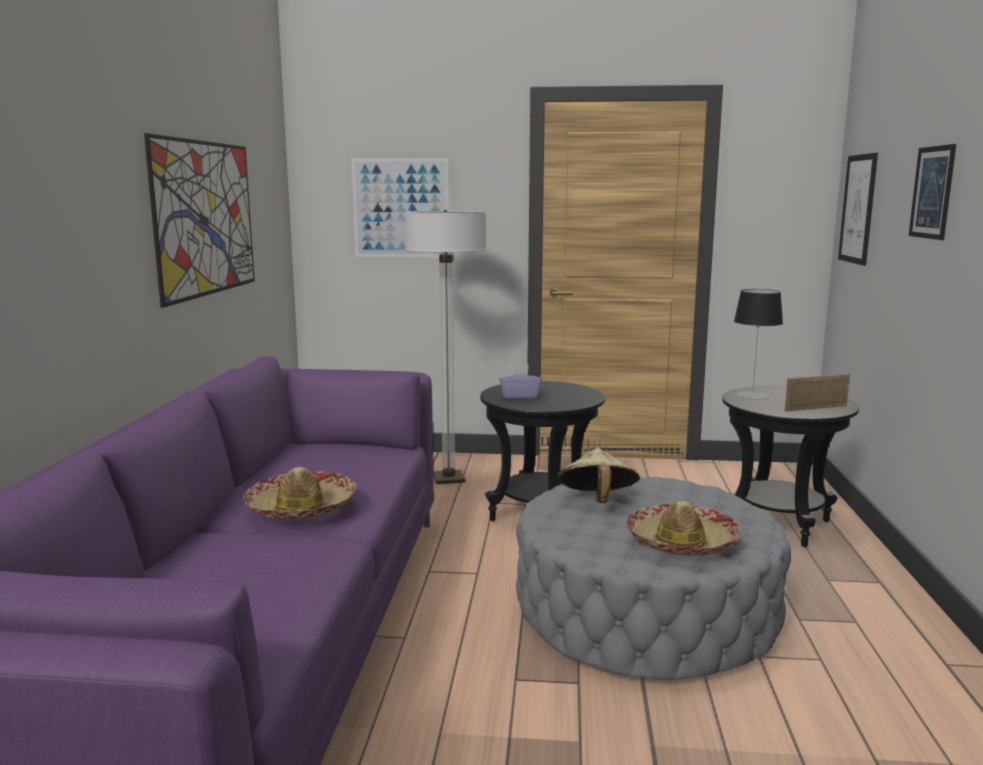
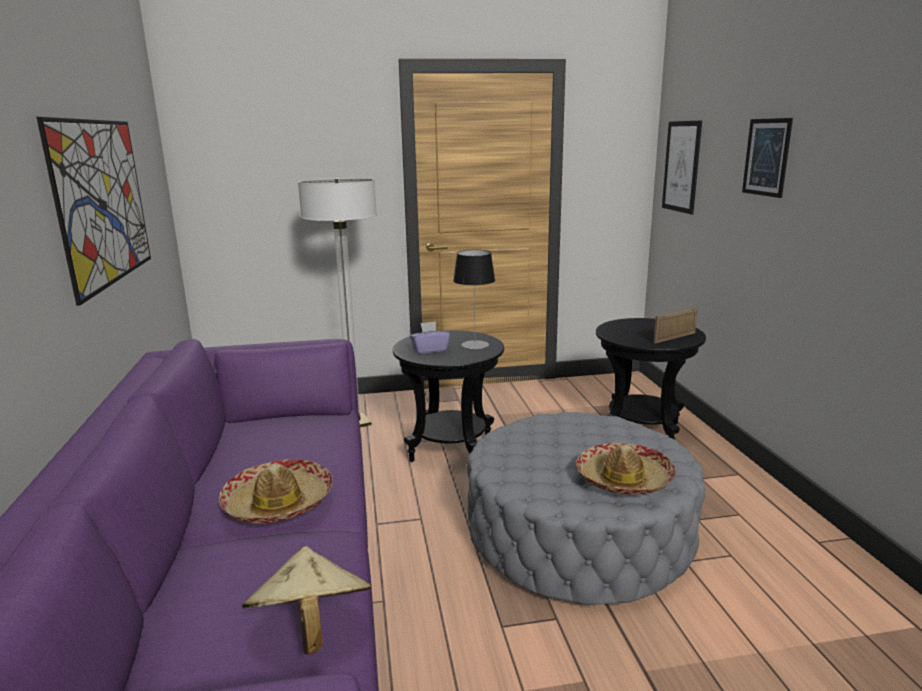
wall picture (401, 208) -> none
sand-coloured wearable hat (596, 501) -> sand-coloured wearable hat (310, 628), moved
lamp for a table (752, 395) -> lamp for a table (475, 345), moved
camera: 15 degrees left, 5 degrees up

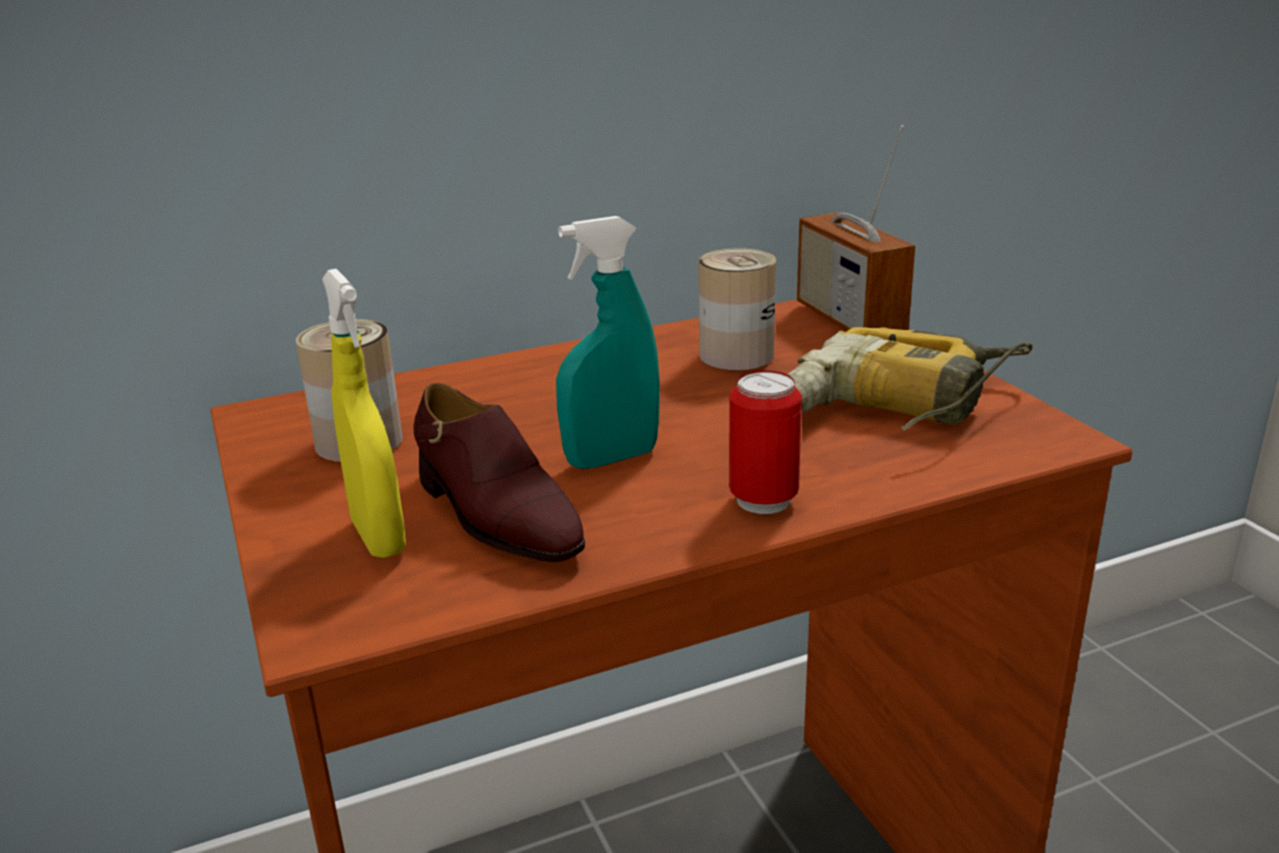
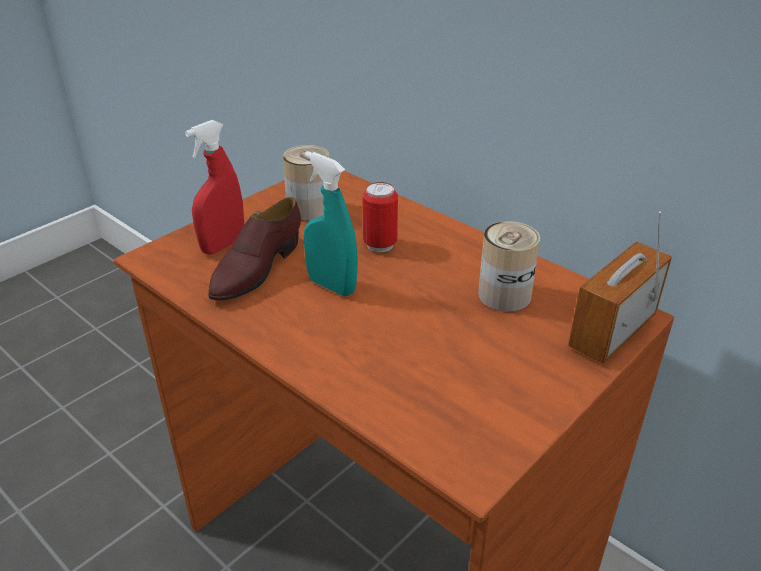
yellowish sprayer (378, 538) -> red-coloured sprayer (223, 245)
sealed can (763, 500) -> sealed can (380, 245), moved
power drill (890, 411) -> none
camera: 65 degrees right, 10 degrees up

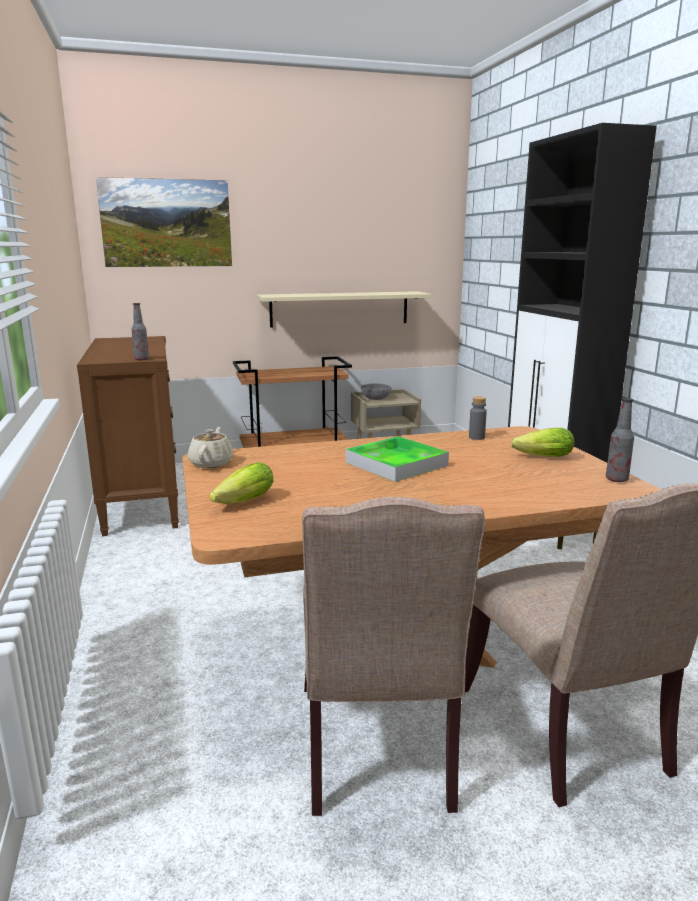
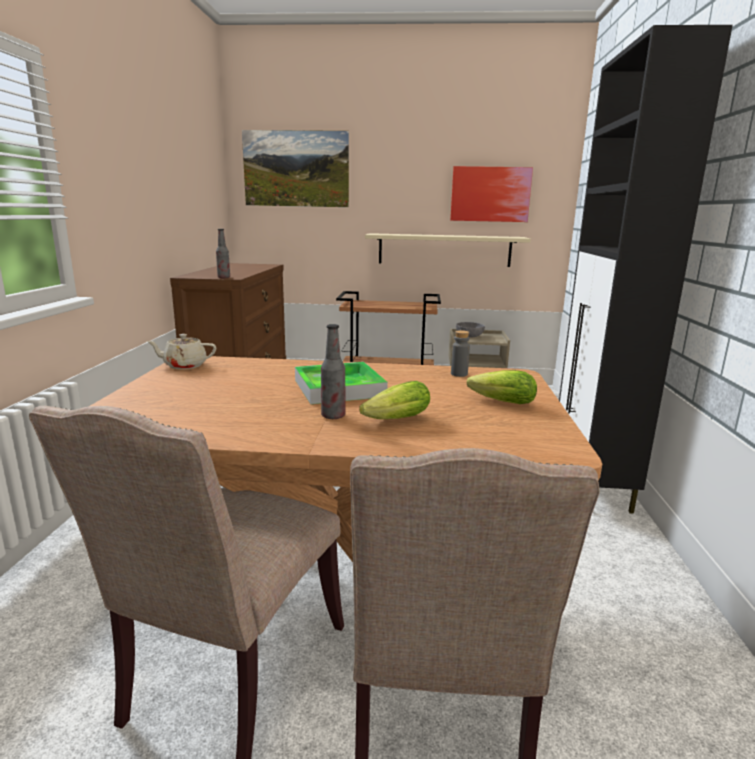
sand-coloured tea pot (211, 463) -> sand-coloured tea pot (184, 365), 120 degrees counterclockwise
head of lettuce (241, 503) -> head of lettuce (393, 420), moved
drink bottle (616, 479) -> drink bottle (333, 416), moved
none -> wall picture (490, 194)
camera: 20 degrees right, 0 degrees up

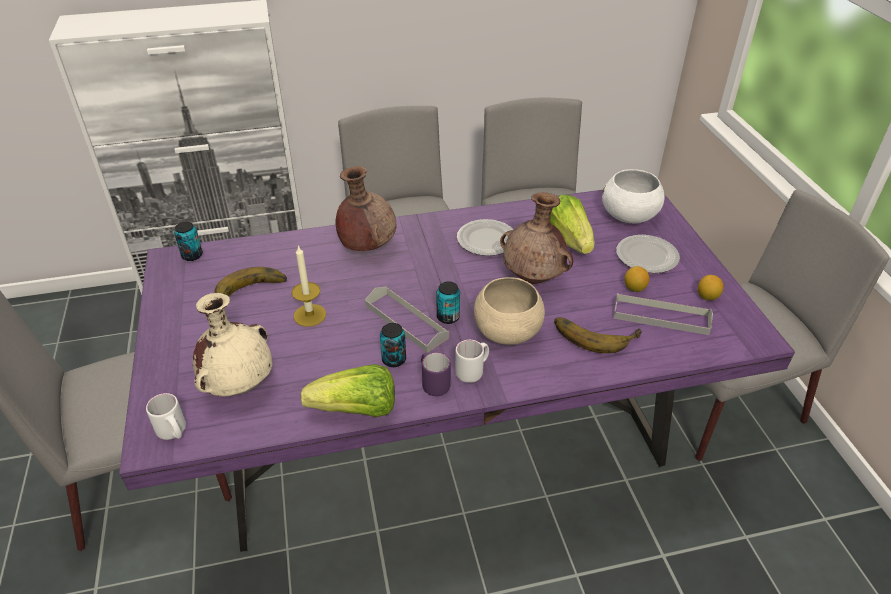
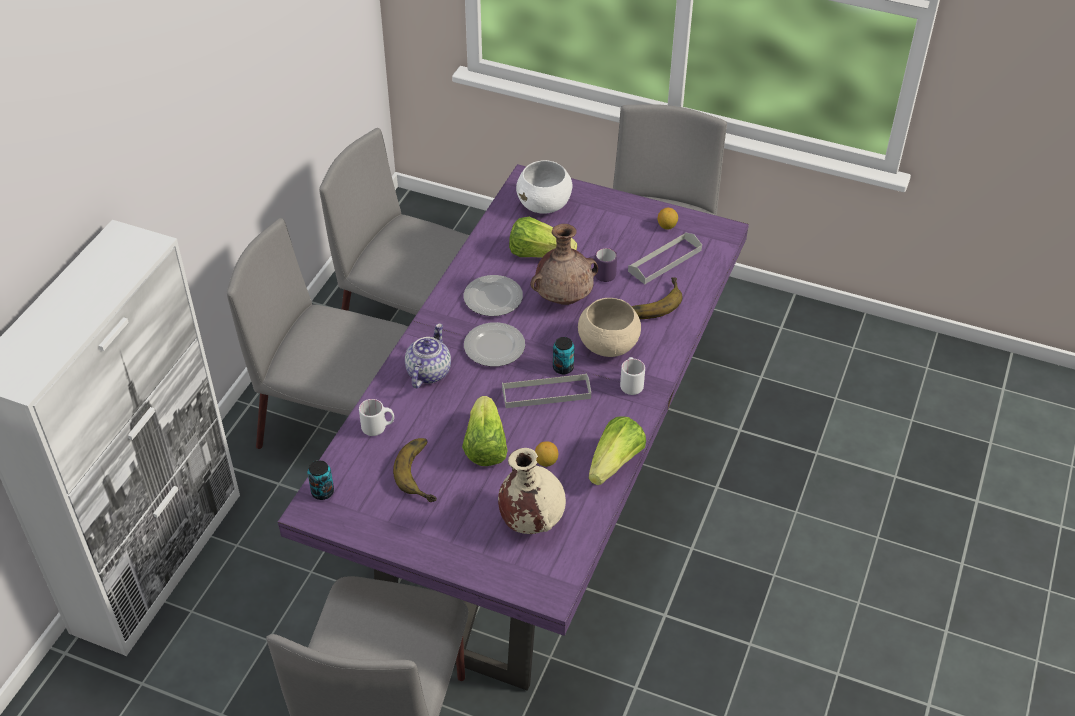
white tea mug (174, 433) -> white tea mug (378, 427), moved
candle (310, 315) -> head of lettuce (485, 446)
brown vase (367, 246) -> tea pot (428, 372)
sealed can (394, 359) -> none
purple-coloured tea mug (433, 383) -> purple-coloured tea mug (600, 275), moved
plate (647, 257) -> plate (494, 347), moved
lemon (634, 288) -> lemon (546, 462), moved
camera: 55 degrees left, 5 degrees up

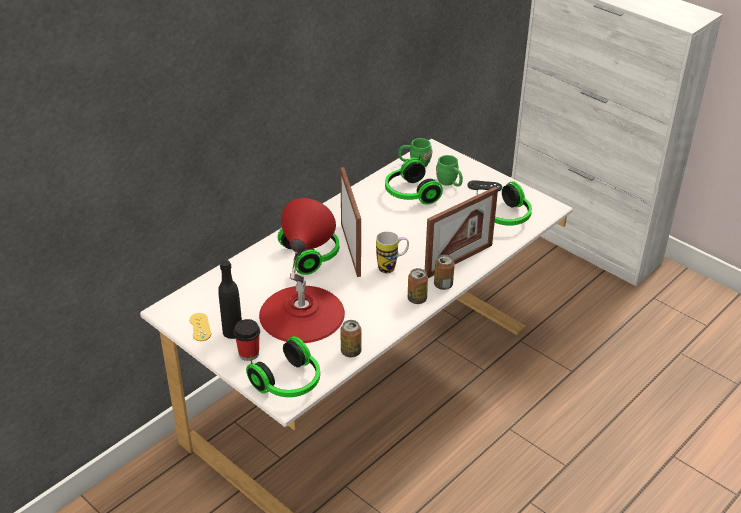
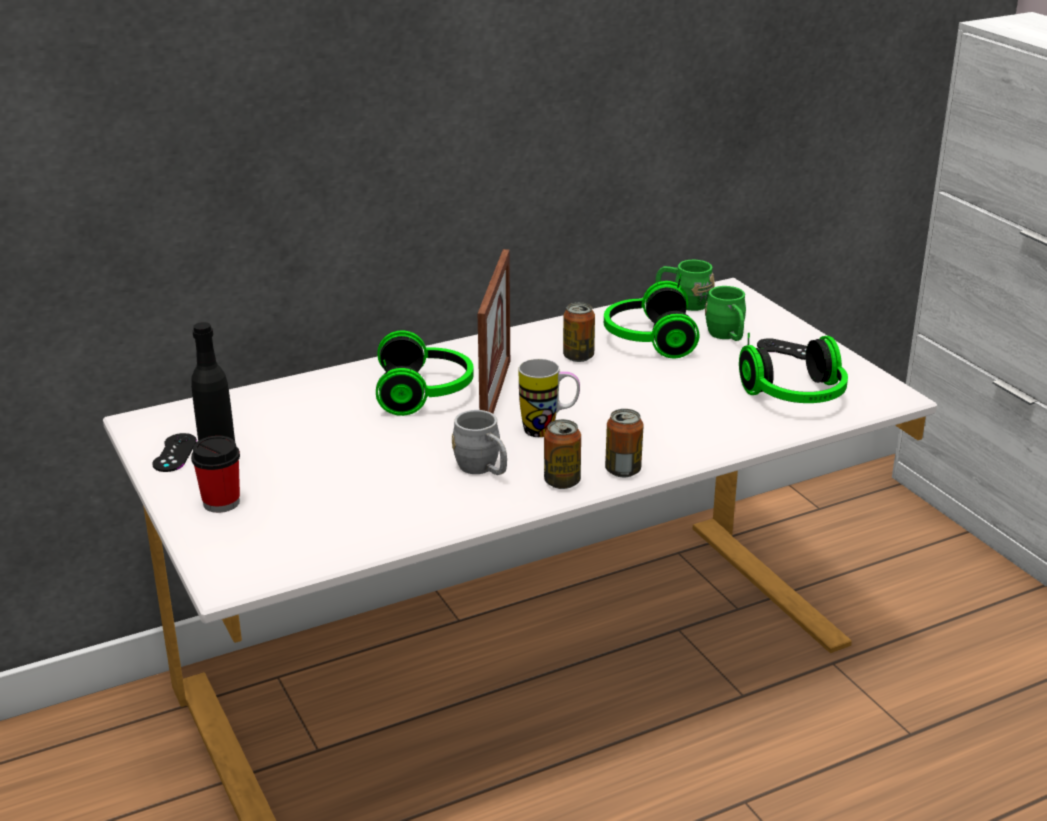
yellowish joypad (200, 327) -> black joypad (175, 453)
headset (289, 383) -> none
red-coloured lamp for a table (301, 313) -> none
sealed can (351, 352) -> sealed can (578, 357), moved
photo frame (458, 261) -> none
none -> greyish tea mug (483, 469)
camera: 20 degrees right, 10 degrees down

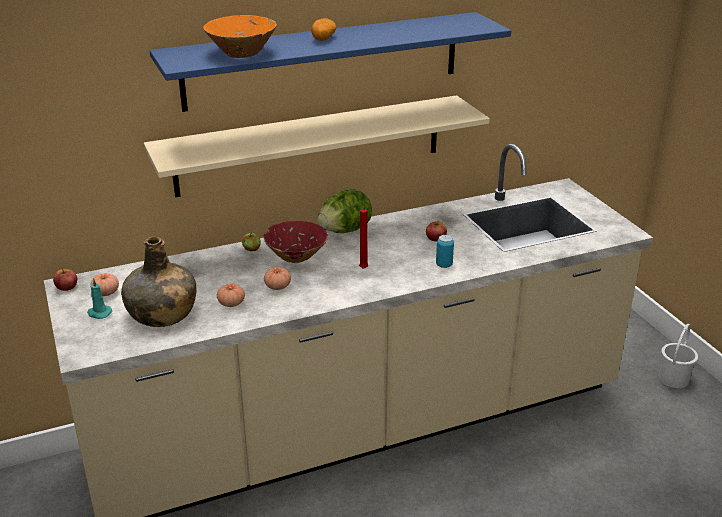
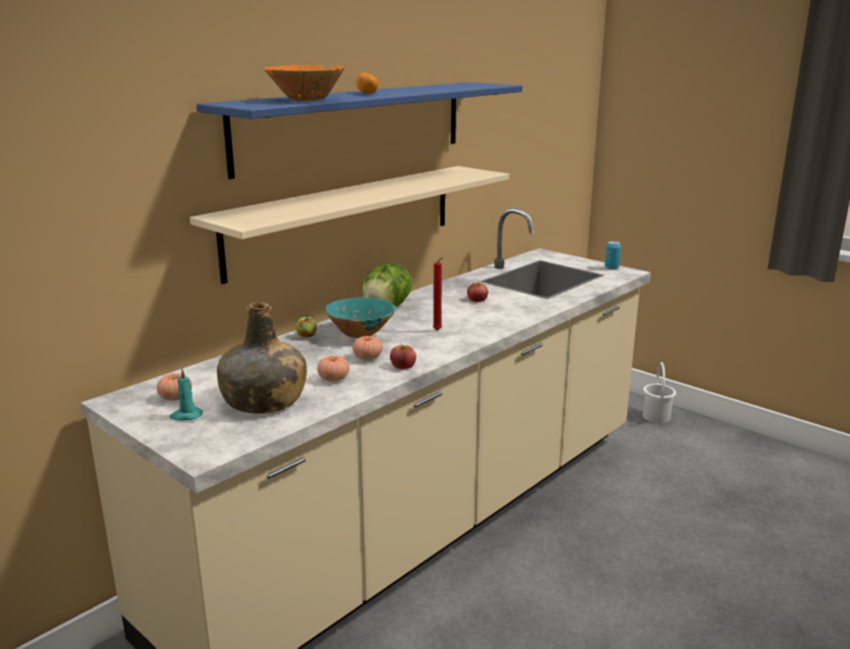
apple fruit (66, 286) -> apple fruit (403, 365), moved
red-coloured deep dish (296, 257) -> turquoise deep dish (360, 333)
sealed can (444, 265) -> sealed can (611, 268), moved
camera: 25 degrees left, 10 degrees down

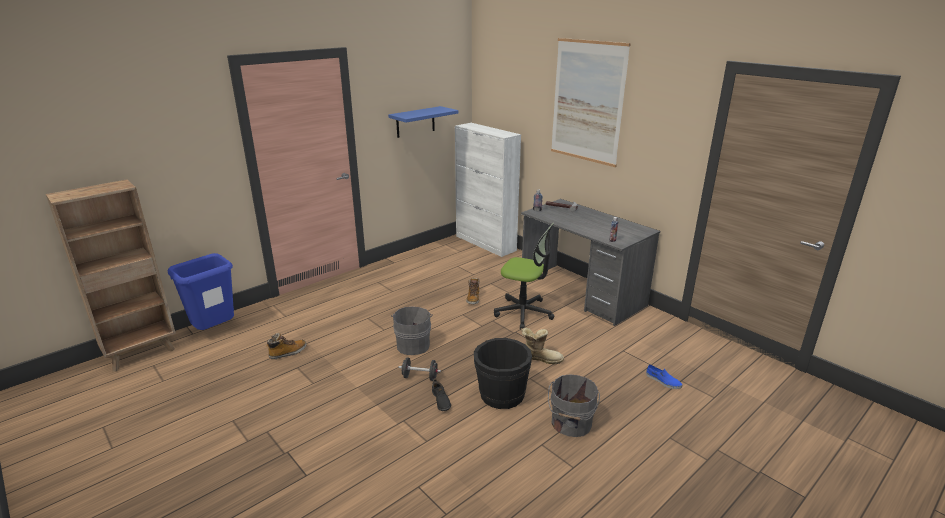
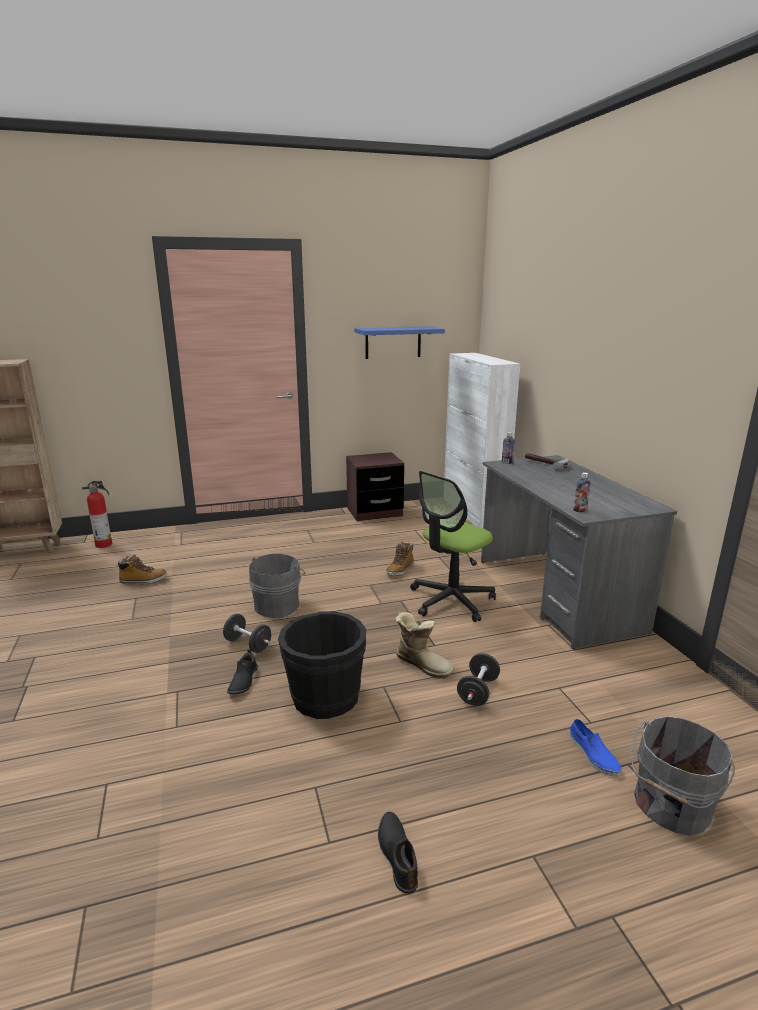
blue-coloured trash can (215, 331) -> fire extinguisher (105, 544)
computer chair (524, 312) -> computer chair (451, 600), 90 degrees clockwise
greyish water bucket (570, 423) -> greyish water bucket (670, 805), moved
wall picture (587, 102) -> none
none -> brown bedside table (374, 512)
none -> black item of footwear (398, 854)
none -> black free weight (478, 691)
camera: 25 degrees right, 5 degrees down

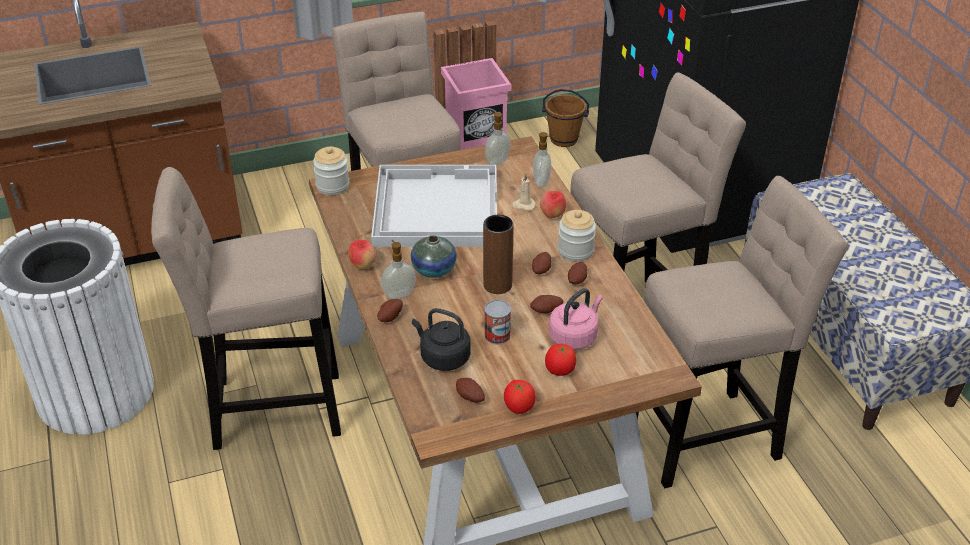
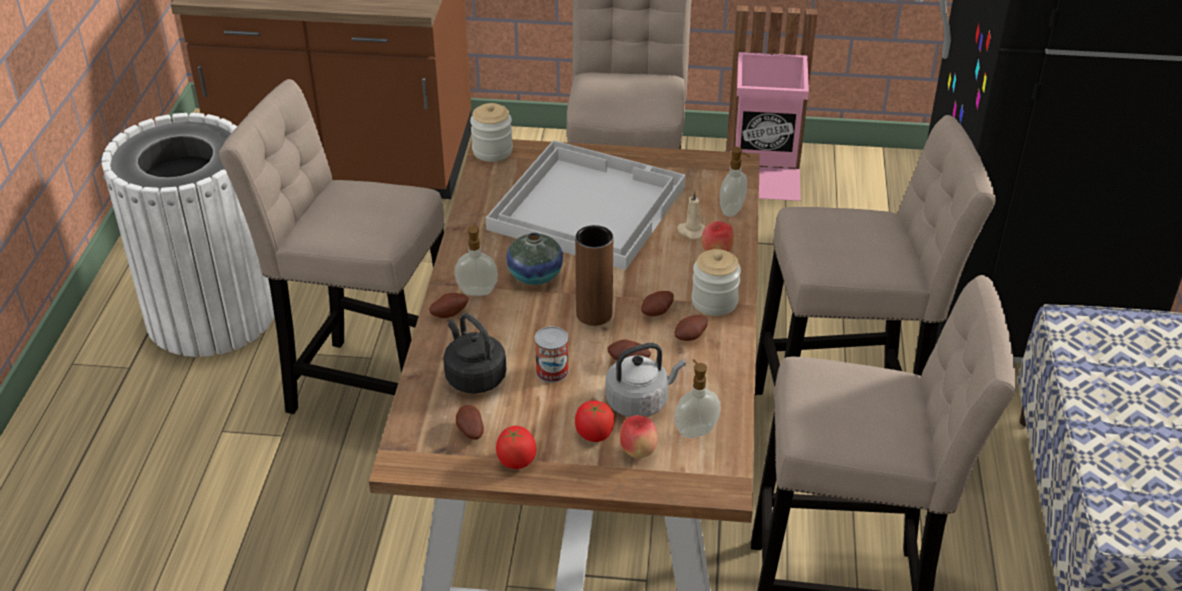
apple fruit (363, 266) -> apple fruit (638, 452), moved
soap dispenser (496, 161) -> soap dispenser (695, 430), moved
brown water bucket (564, 139) -> none
pink kettle (574, 336) -> greyish kettle (640, 401)
camera: 25 degrees right, 0 degrees up

